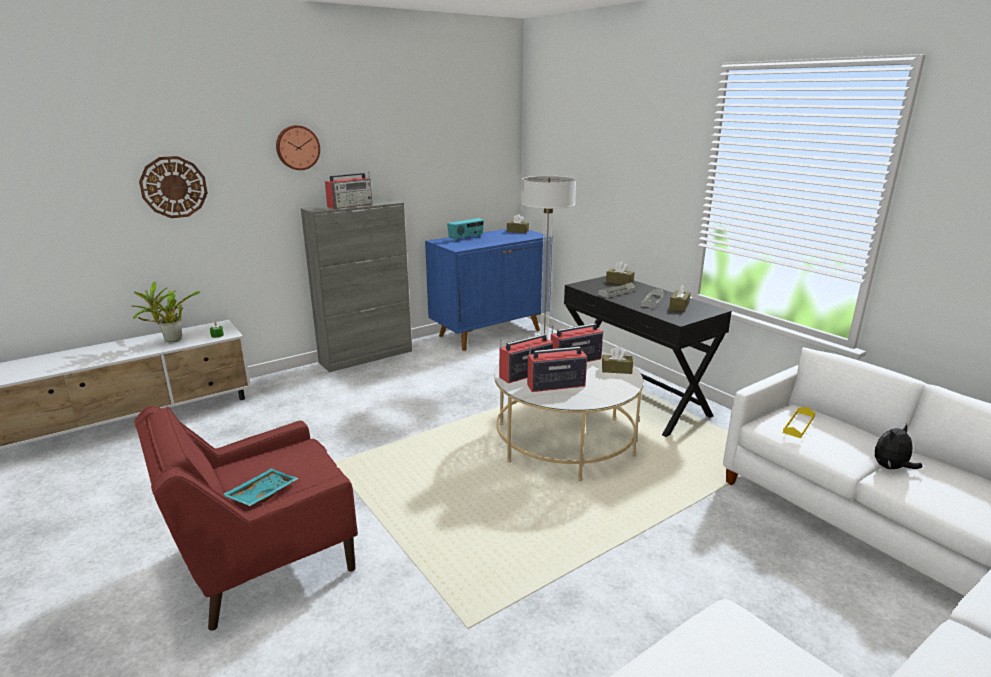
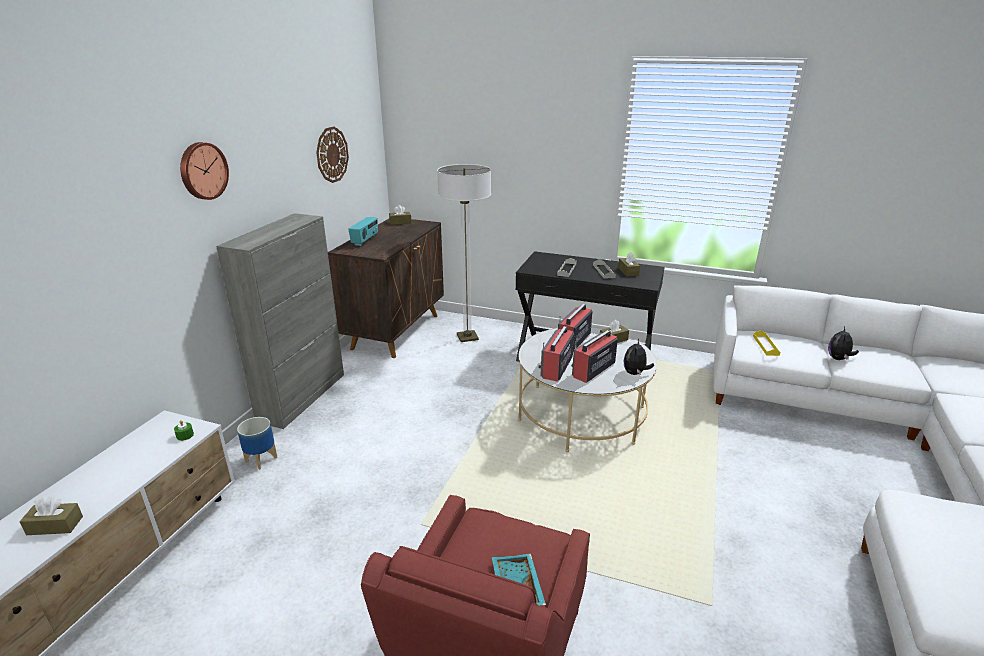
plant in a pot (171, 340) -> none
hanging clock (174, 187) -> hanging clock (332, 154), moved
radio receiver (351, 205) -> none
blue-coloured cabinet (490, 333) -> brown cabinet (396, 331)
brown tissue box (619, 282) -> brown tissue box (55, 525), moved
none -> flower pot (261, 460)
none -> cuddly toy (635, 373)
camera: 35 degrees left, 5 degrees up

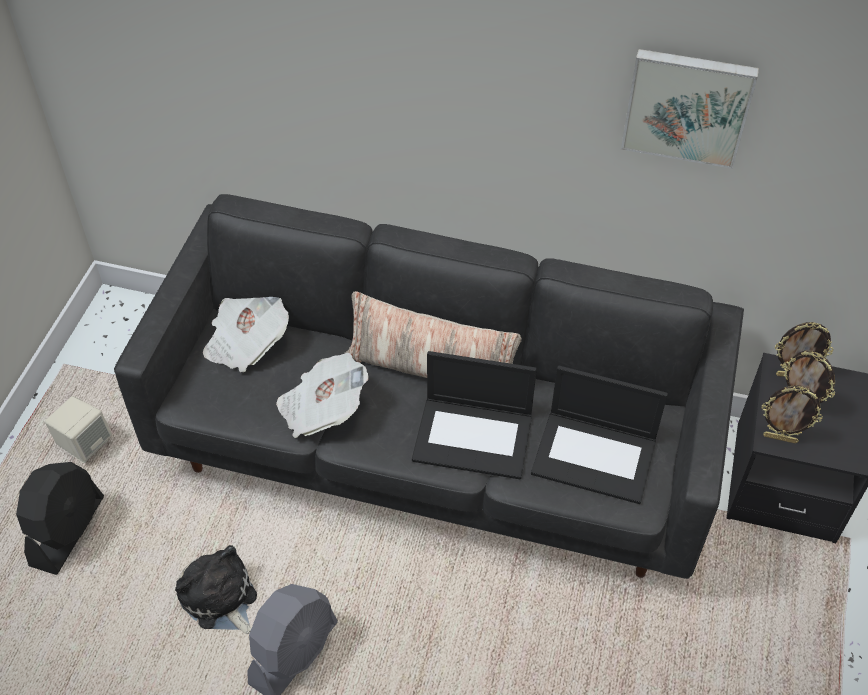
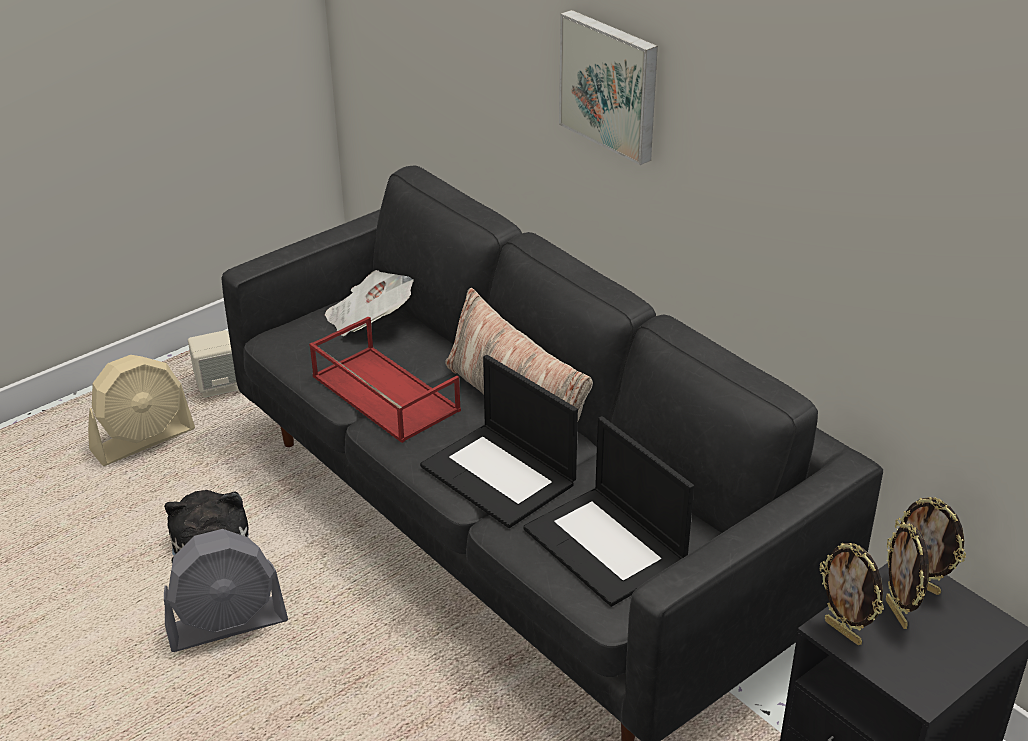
black fan (68, 531) -> sand-coloured fan (143, 440)
printed paper (322, 409) -> red-coloured serving tray (383, 393)
wall picture (687, 106) -> wall picture (611, 85), moved
camera: 35 degrees right, 15 degrees down

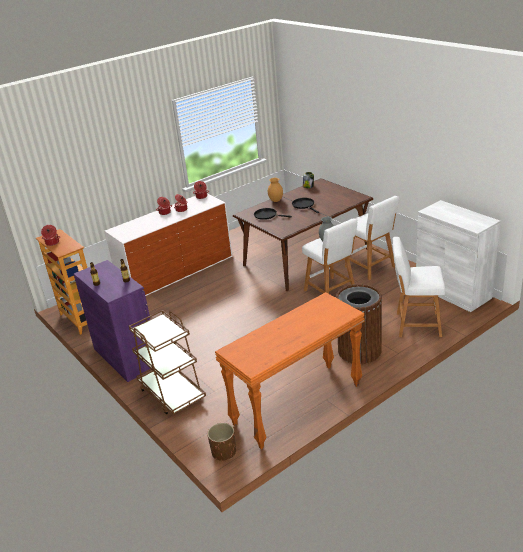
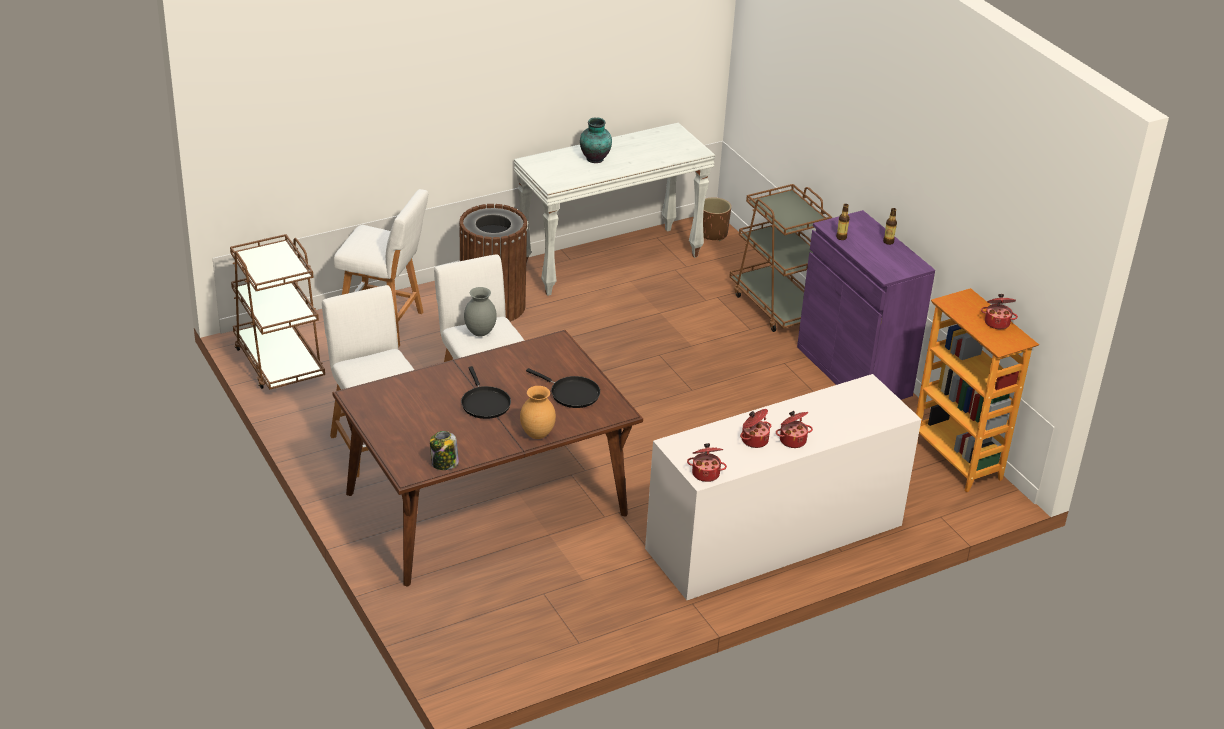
orangey narrow table (297, 405) -> white narrow table (609, 260)
white cabinet (452, 292) -> brown trolley (279, 362)
none -> vase (595, 159)
camera: 175 degrees left, 5 degrees up

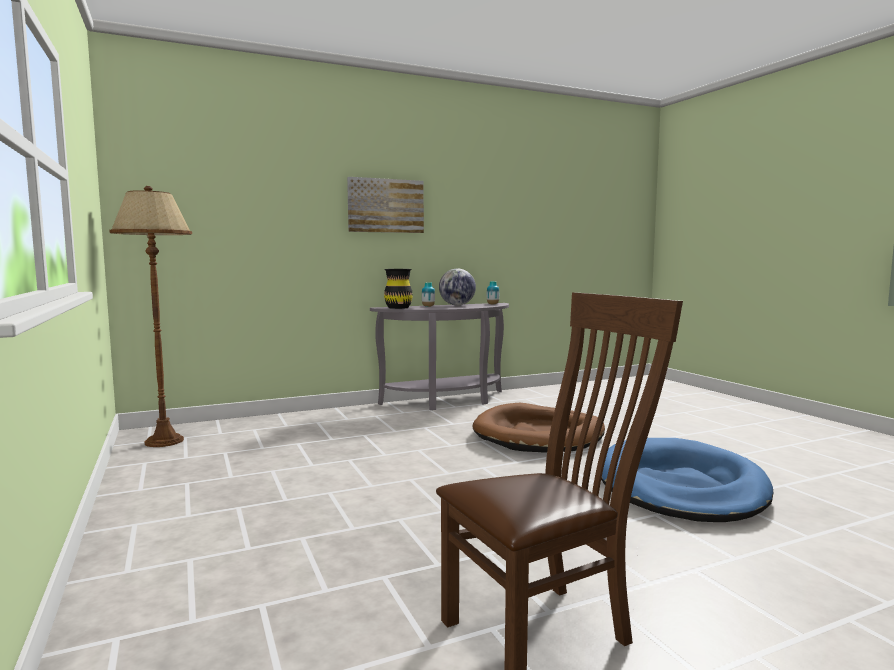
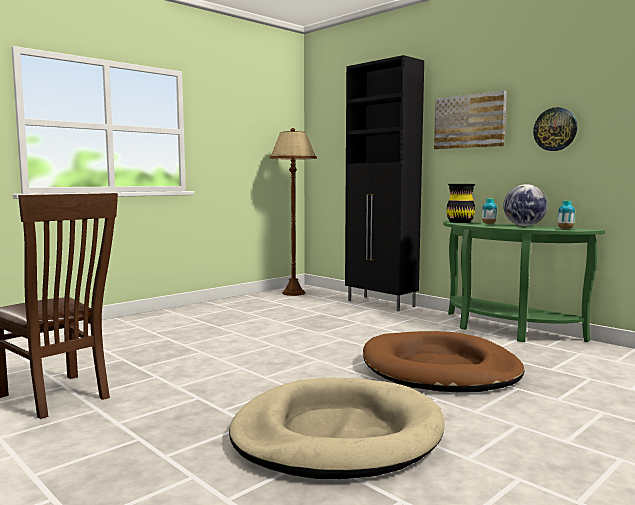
greyish narrow table (449, 401) -> green narrow table (503, 329)
blue-coloured dog bed (680, 486) -> sand-coloured dog bed (336, 435)
none -> black cabinet (381, 304)
none -> hanging clock (555, 129)
camera: 70 degrees right, 0 degrees up

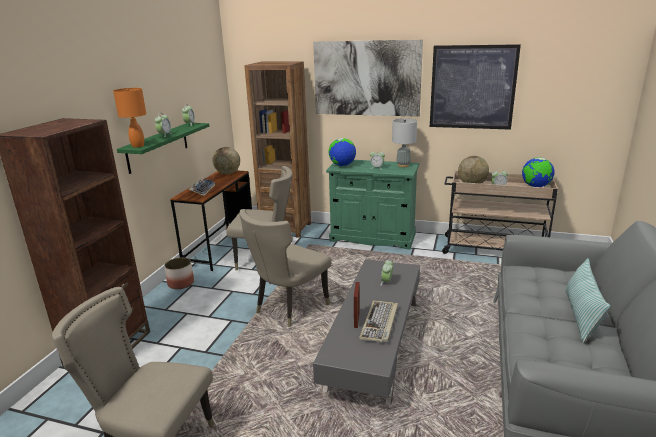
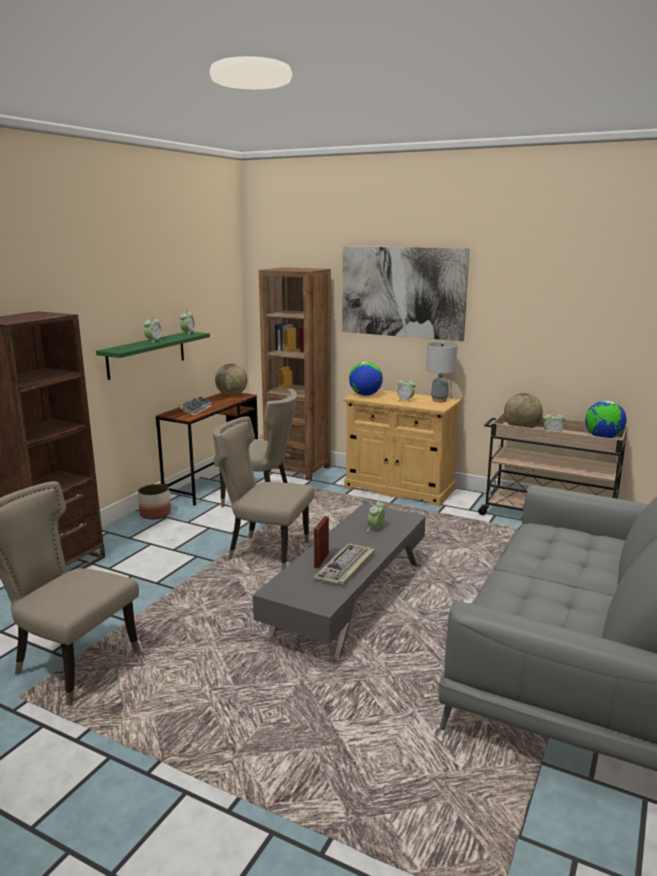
orangey lamp for a table (137, 146) -> none
sand-coloured upright chair (288, 309) -> sand-coloured upright chair (265, 552), 60 degrees clockwise
green cabinet (372, 237) -> sand-coloured cabinet (399, 488)
wall picture (472, 87) -> none
cushion (581, 316) -> none
camera: 10 degrees right, 5 degrees down

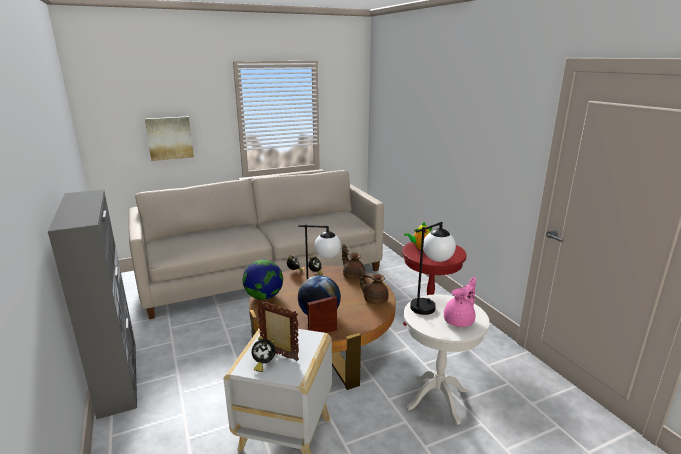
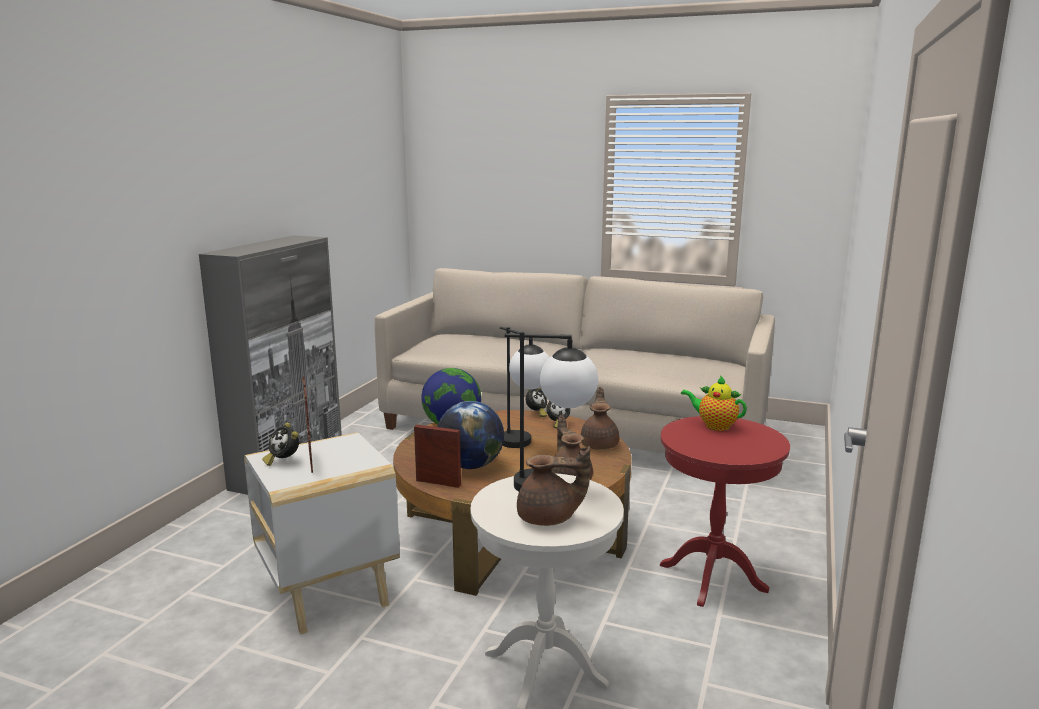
wall picture (169, 138) -> none
pink tea pot (460, 321) -> brown tea pot (549, 518)
camera: 45 degrees right, 5 degrees down

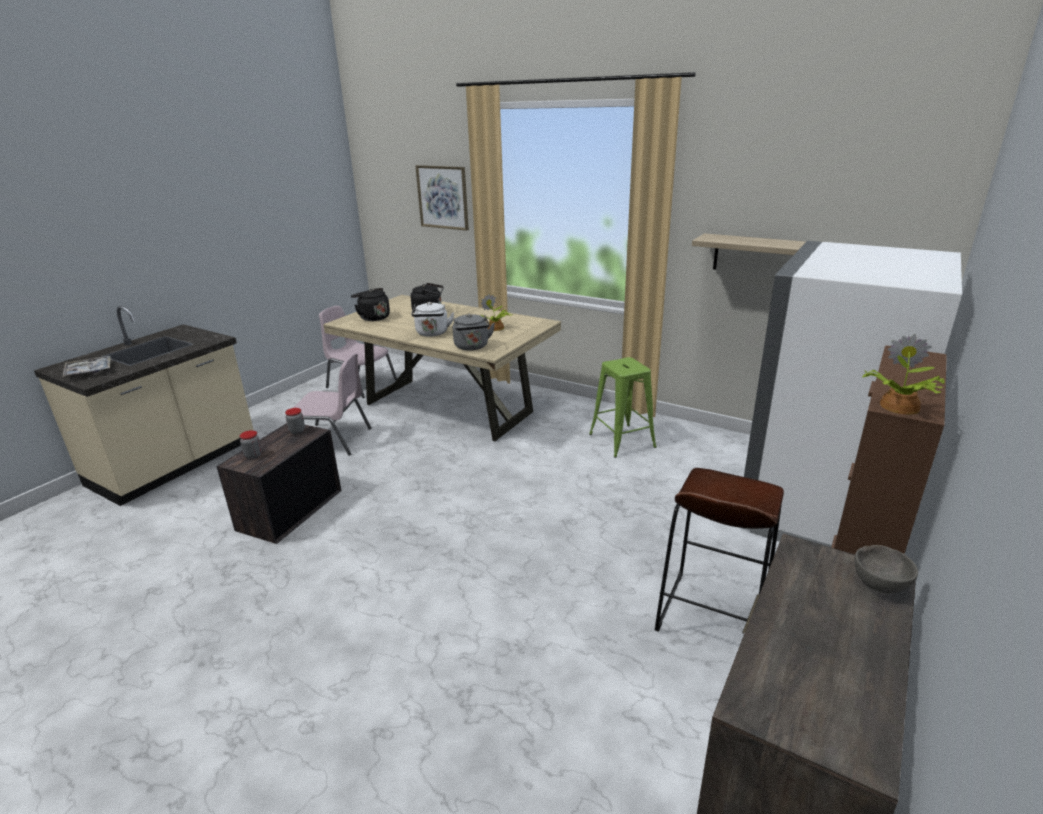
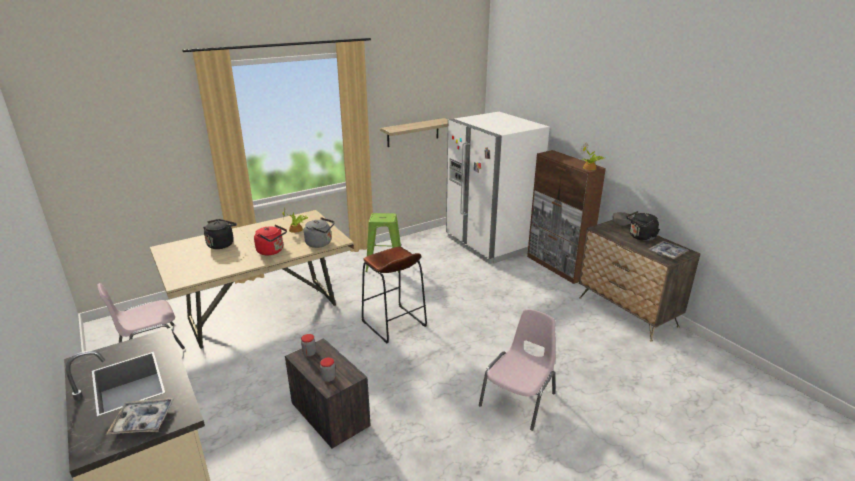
pink upright chair (333, 440) -> pink upright chair (519, 399), moved
black kettle (373, 317) -> black kettle (640, 237), moved
white kettle (432, 333) -> red-coloured kettle (272, 251)
wall picture (443, 197) -> none
brown stool seat (711, 615) -> brown stool seat (394, 324), moved
none -> serving tray (667, 253)
camera: 65 degrees left, 0 degrees up

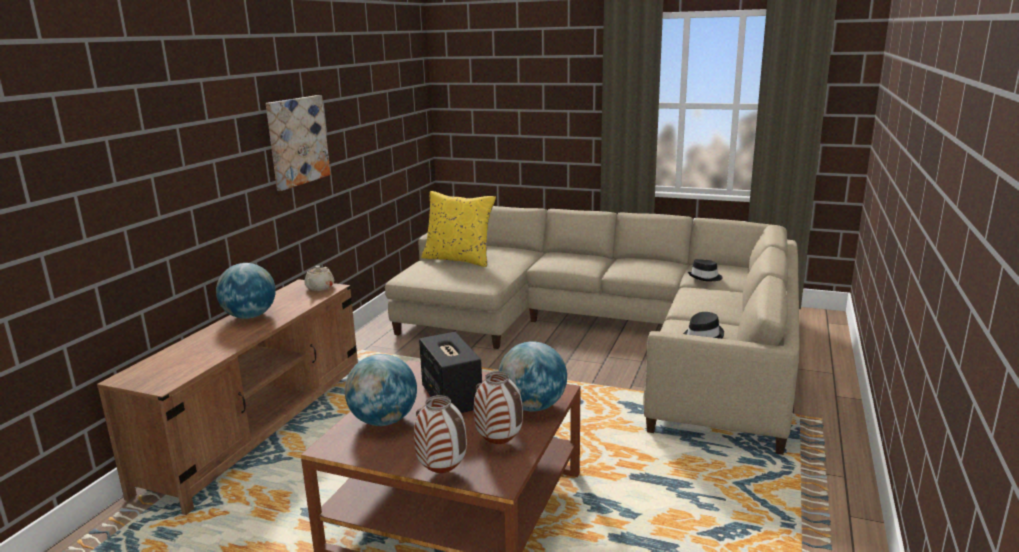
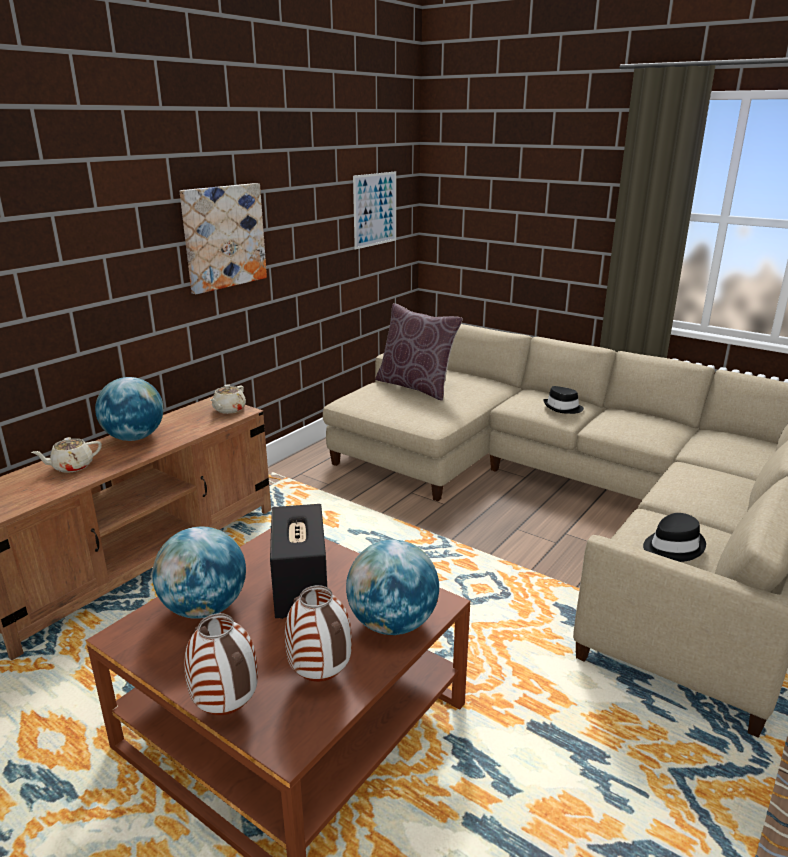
yellowish cushion (459, 259) -> brown cushion (416, 386)
black wearable hat (705, 277) -> black wearable hat (563, 408), moved
none -> sand-coloured tea pot (72, 466)
none -> wall picture (375, 209)
camera: 15 degrees right, 5 degrees up

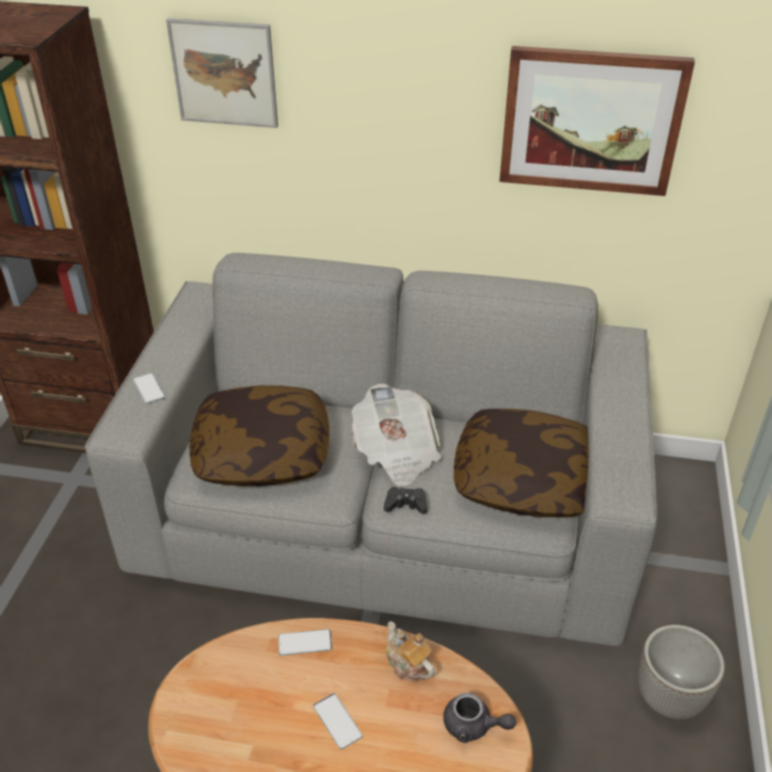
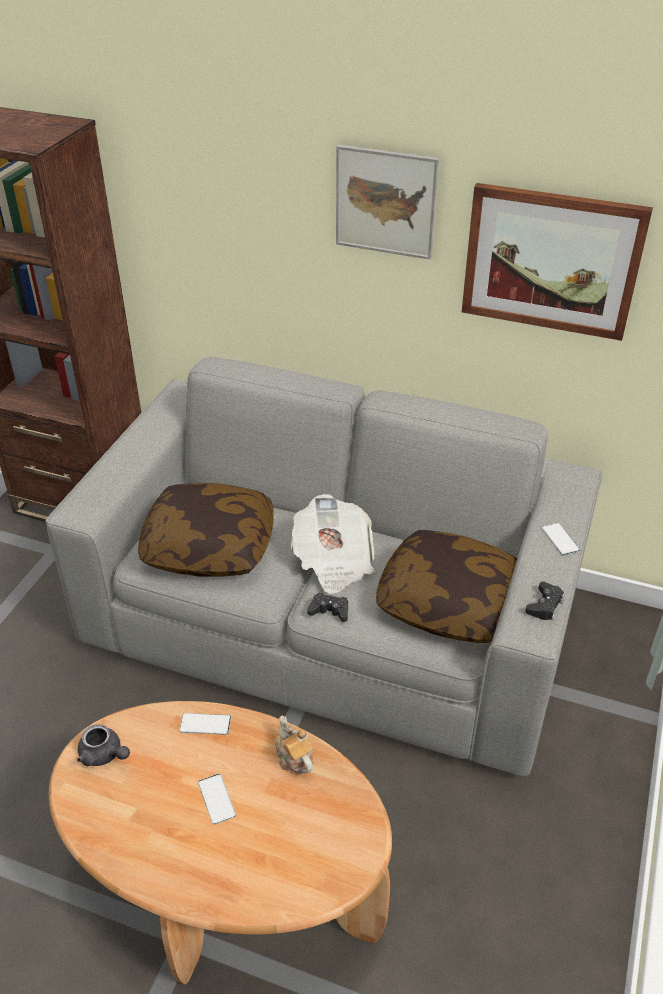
handset (149, 389) -> handset (560, 539), moved
wall picture (224, 73) -> wall picture (385, 202), moved
greyish tea pot (473, 726) -> greyish tea pot (104, 755), moved
flower pot (670, 698) -> none
none -> black joypad (544, 605)
camera: 10 degrees right, 0 degrees up

